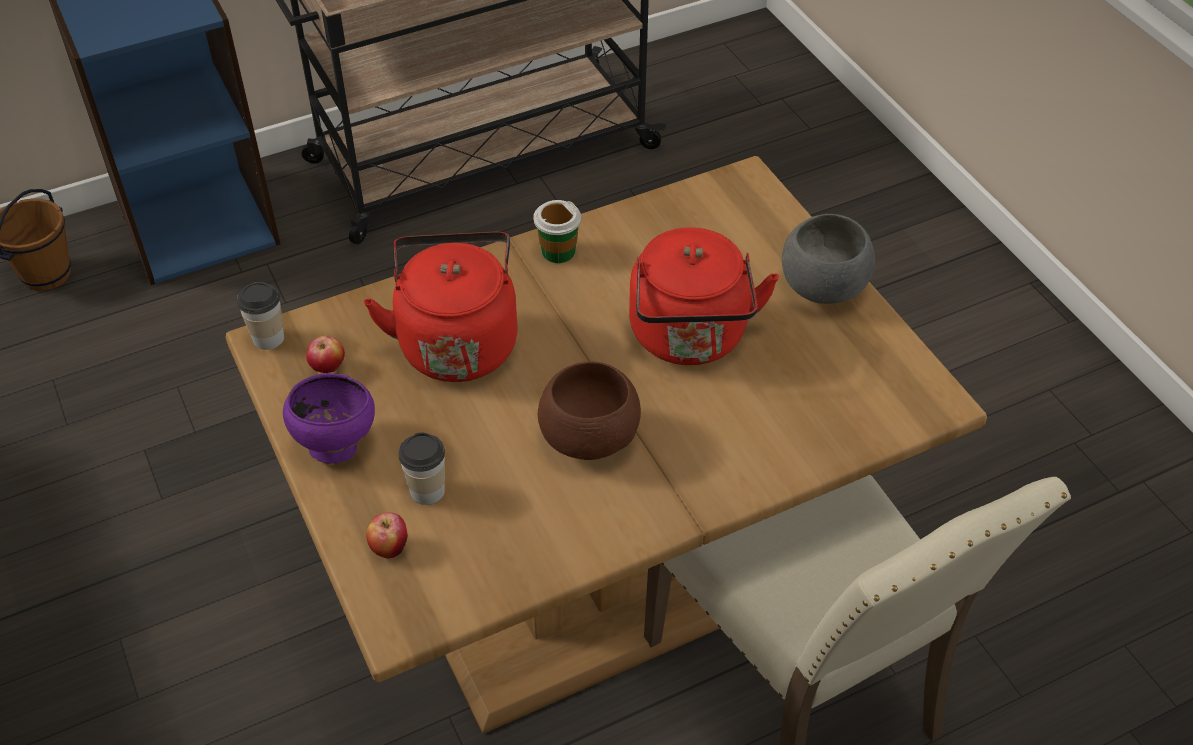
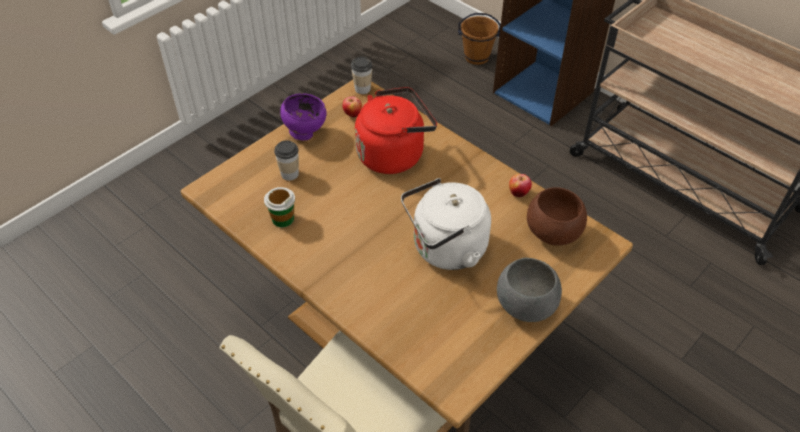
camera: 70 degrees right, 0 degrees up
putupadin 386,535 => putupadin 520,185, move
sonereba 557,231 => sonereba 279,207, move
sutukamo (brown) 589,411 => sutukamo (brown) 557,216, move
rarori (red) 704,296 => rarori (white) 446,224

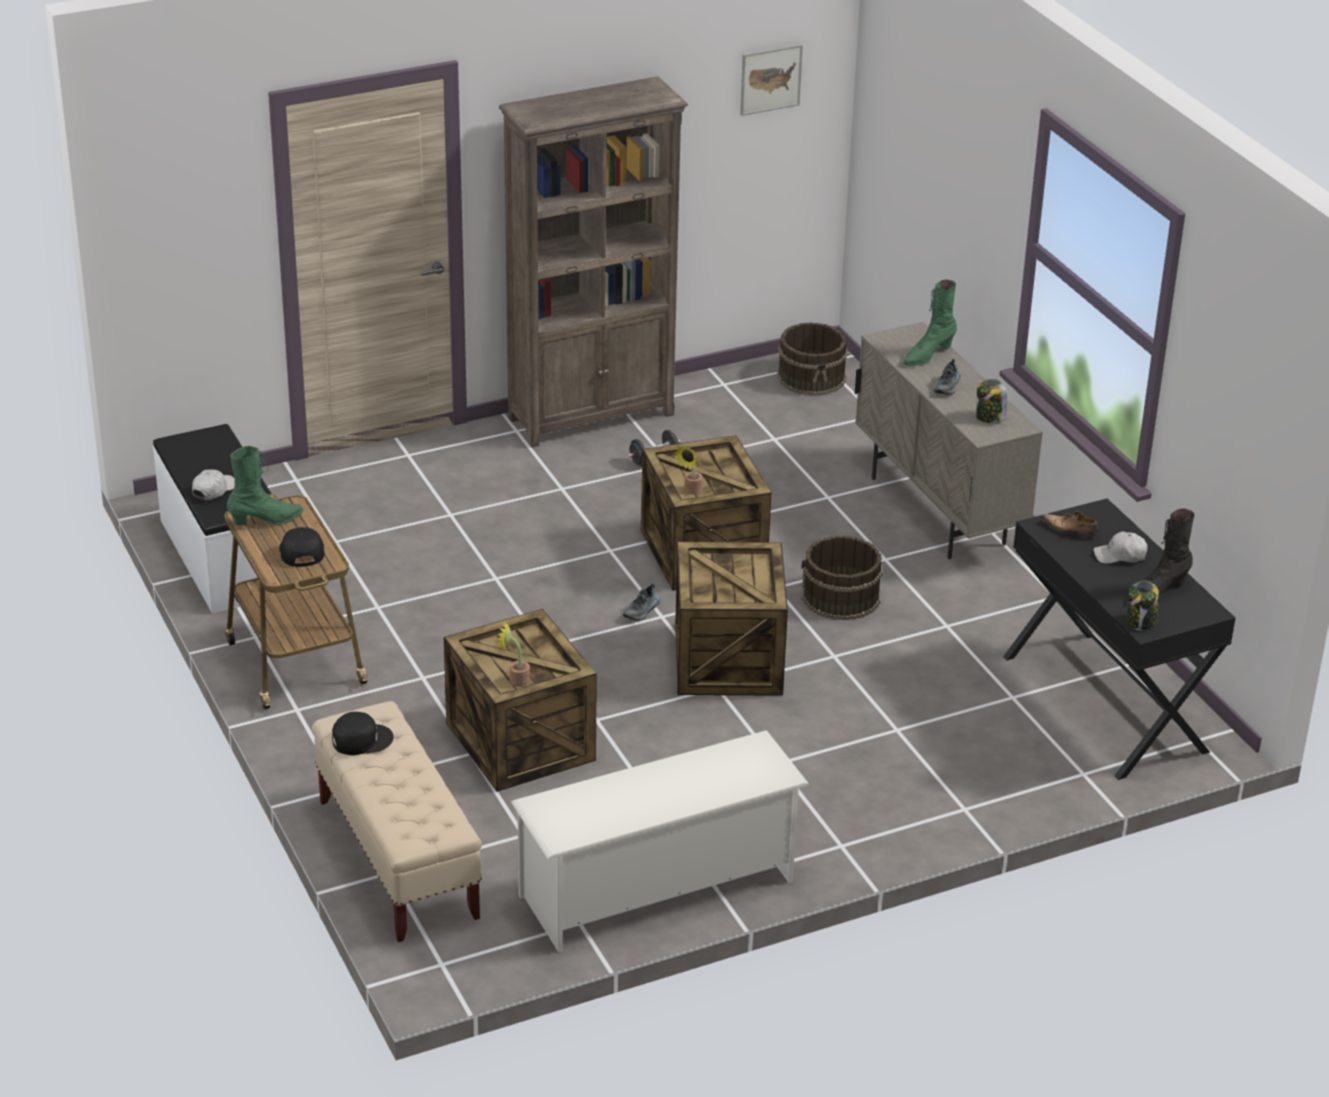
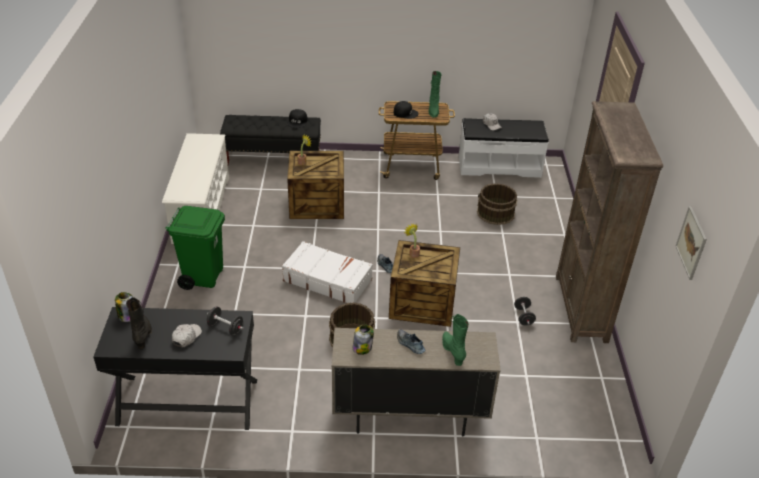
camera: 115 degrees right, 5 degrees up
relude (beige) 397,821 => relude (black) 270,140
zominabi 731,619 => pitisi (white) 327,272
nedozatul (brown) 812,359 => nedozatul (brown) 497,204, move
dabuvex 1070,525 => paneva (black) 225,321
nothing => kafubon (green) 195,248

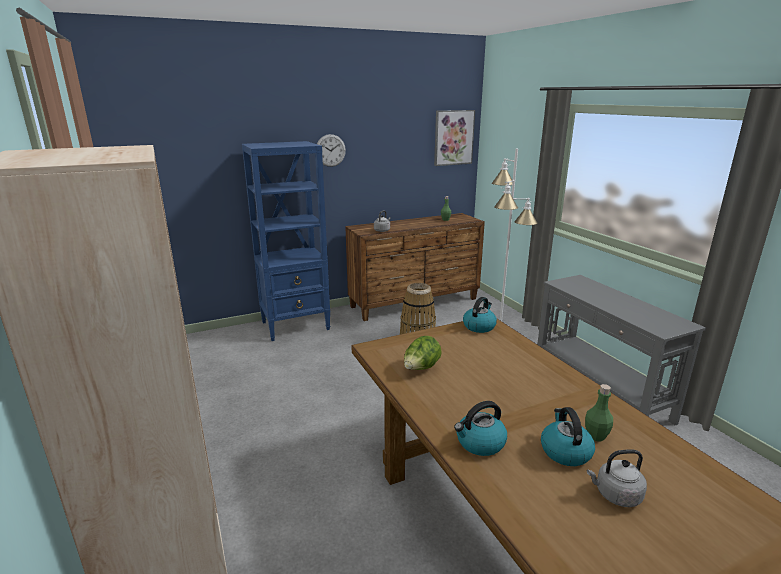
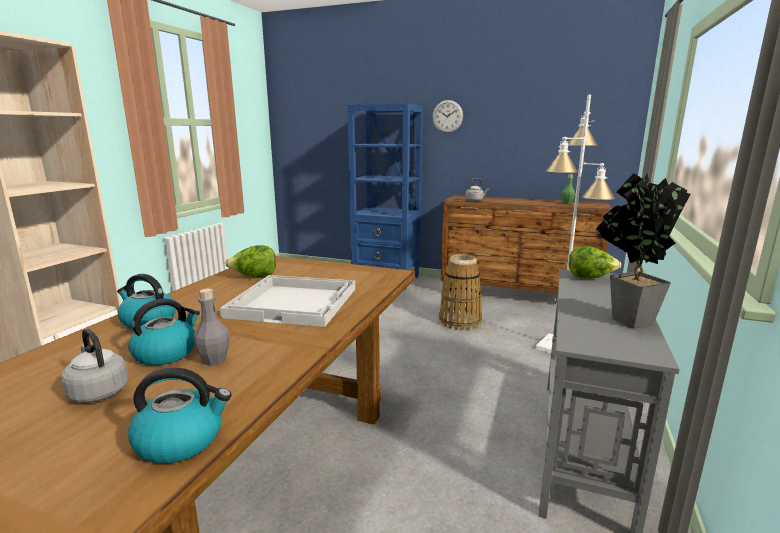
camera: 45 degrees right, 5 degrees down
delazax 454,138 => nothing
rarori 480,315 => rarori 179,415, move
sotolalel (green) 599,413 => sotolalel (grey) 211,327
nothing => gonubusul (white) 287,301
nothing => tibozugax 595,262
nothing => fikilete 643,250

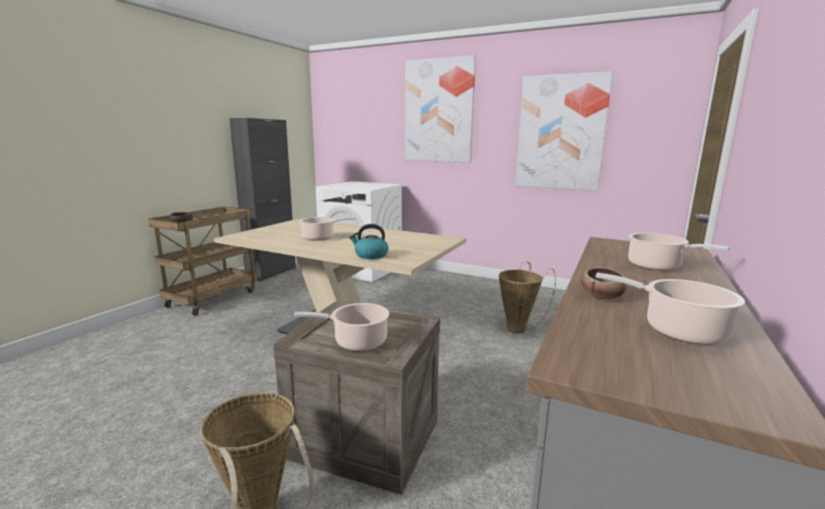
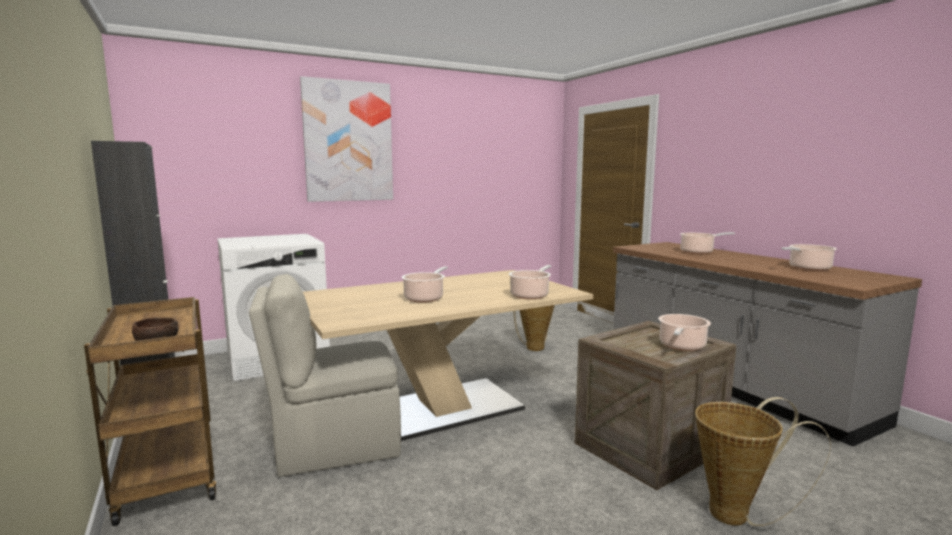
camera: 55 degrees left, 5 degrees down
rarori 369,241 => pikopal 530,282
delazax 564,131 => nothing
sutukamo 604,283 => nothing
nothing => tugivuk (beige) 325,375

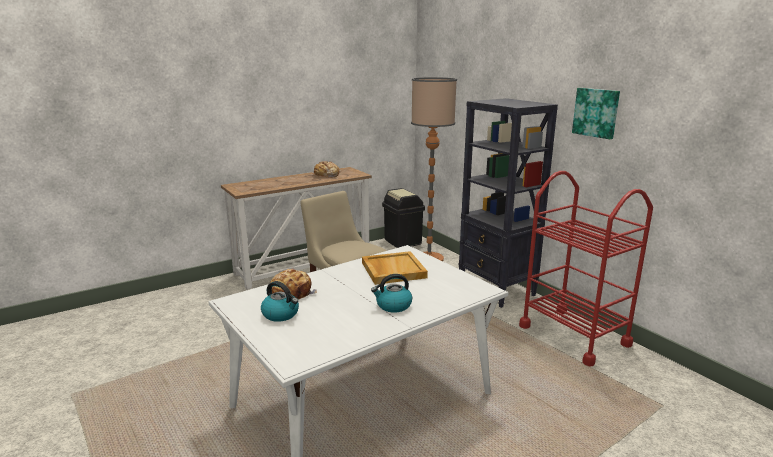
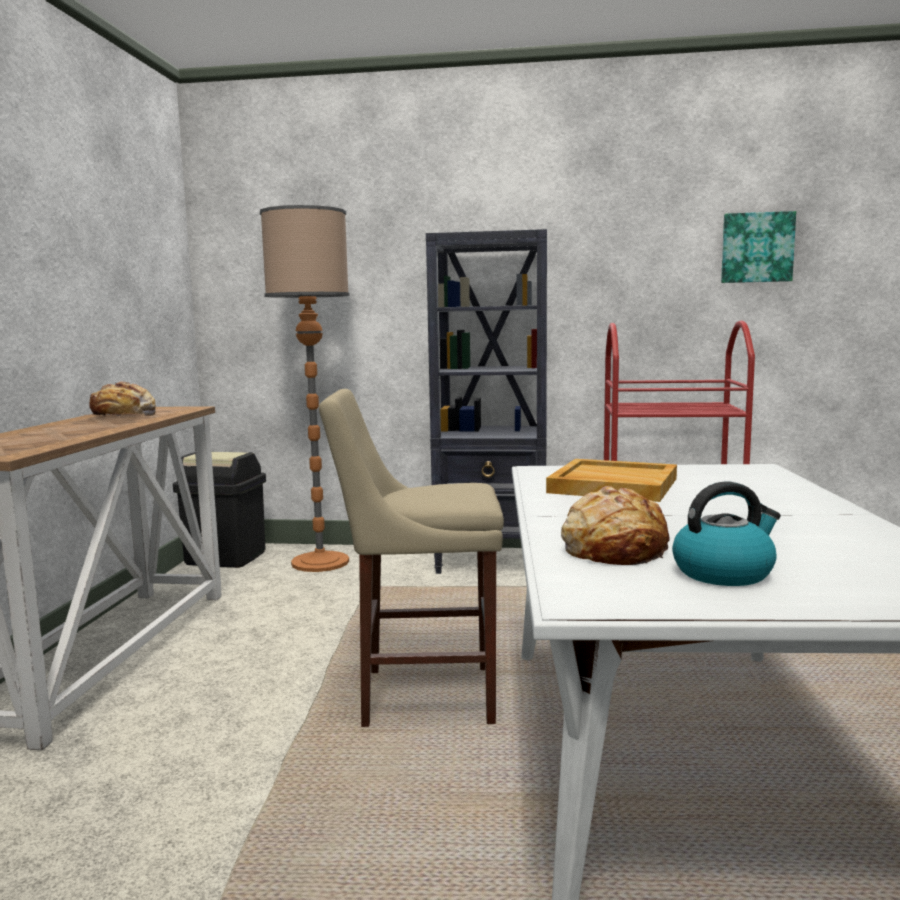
camera: 50 degrees left, 10 degrees down
rarori 391,293 => nothing
delazax 596,113 => delazax 758,247, move

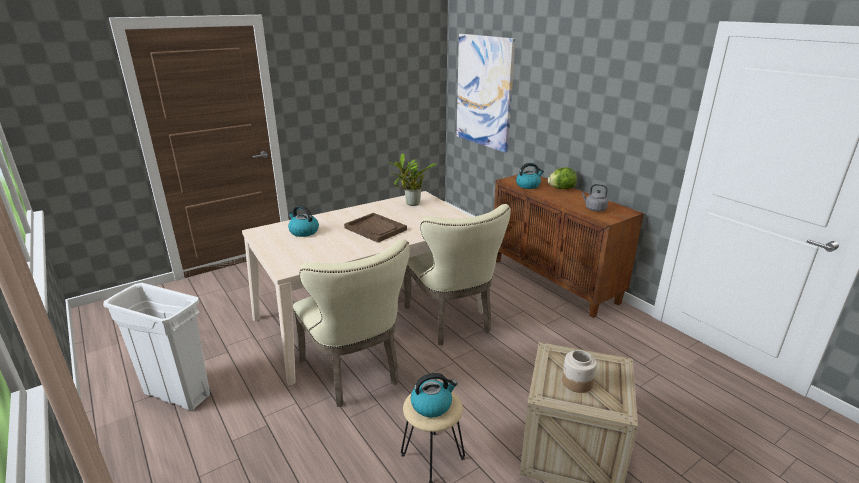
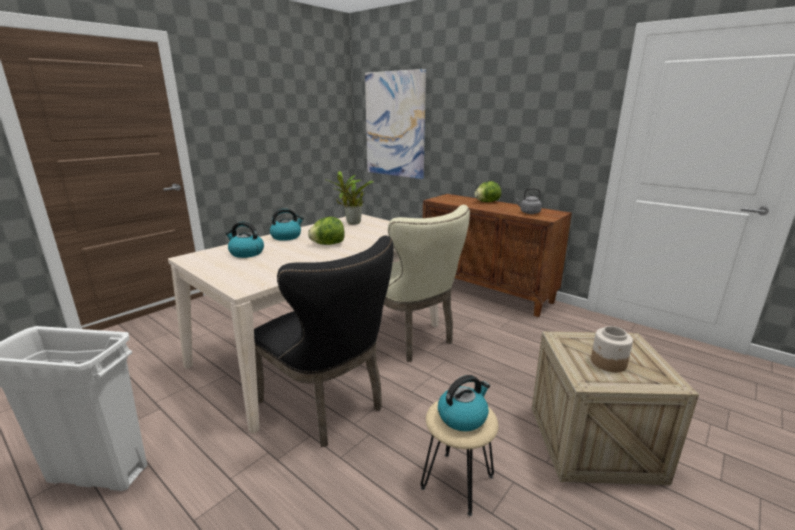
camera: 15 degrees left, 5 degrees down
tugivuk (beige) 351,323 => tugivuk (black) 324,341
gonubusul (brown) 375,228 => tibozugax 326,231
rarori 530,176 => rarori 287,224, move

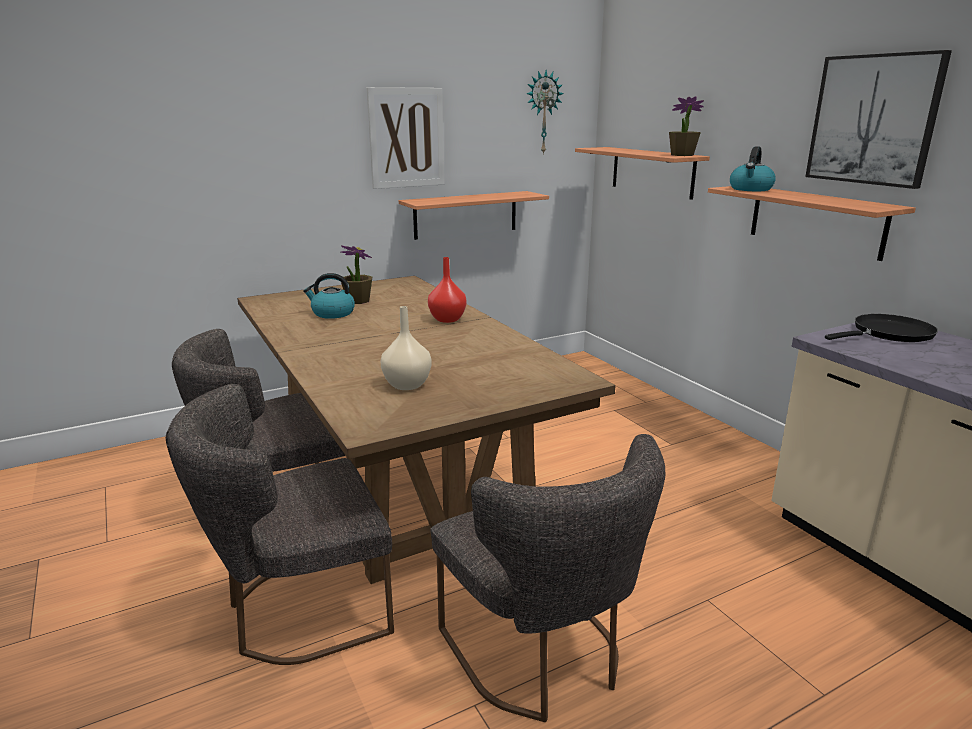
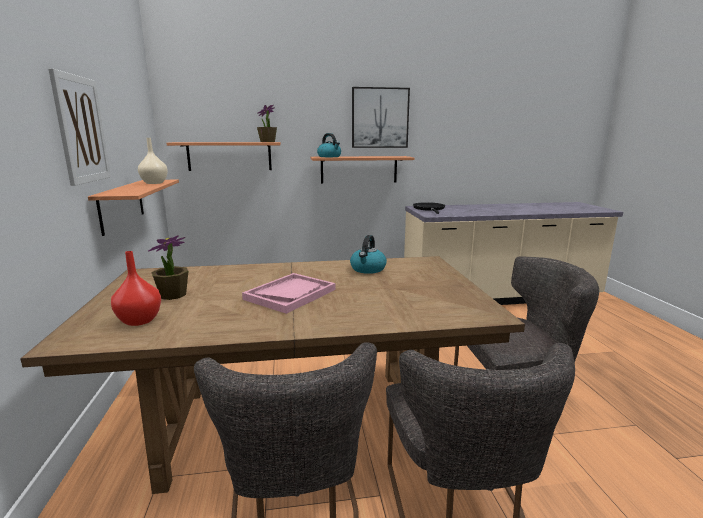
camera: 70 degrees left, 5 degrees down
rarori 329,296 => rarori 368,254, move
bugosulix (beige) 406,348 => bugosulix (beige) 153,161, move
bugosulix (red) 447,290 => bugosulix (red) 136,288, move
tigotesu 544,112 => nothing
nothing => gonubusul (pink) 288,293

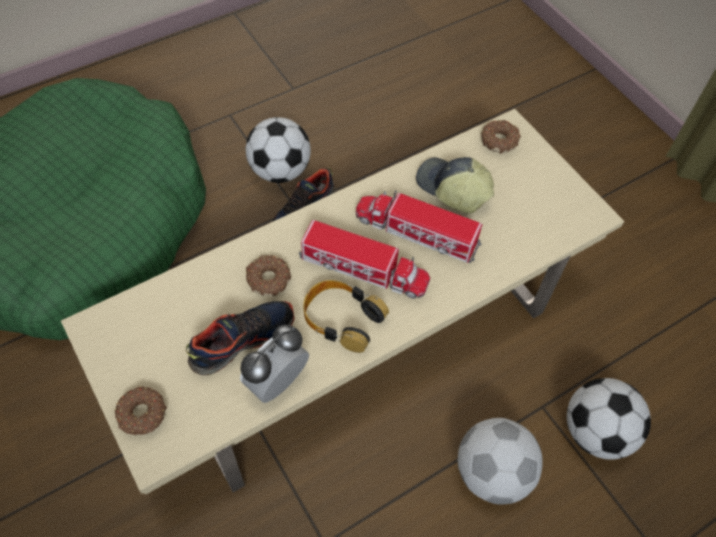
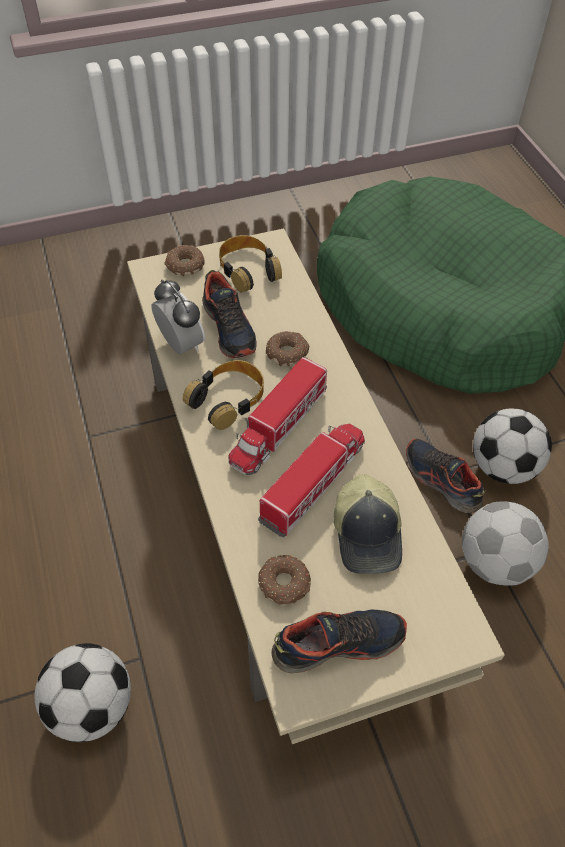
camera: 105 degrees right, 5 degrees down
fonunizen 455,185 => fonunizen 368,524, 120 degrees clockwise
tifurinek 500,461 => tifurinek 505,543, move
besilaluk 501,136 => besilaluk 284,580, move
nothing => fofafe 250,263
nothing => dabuvex 339,642

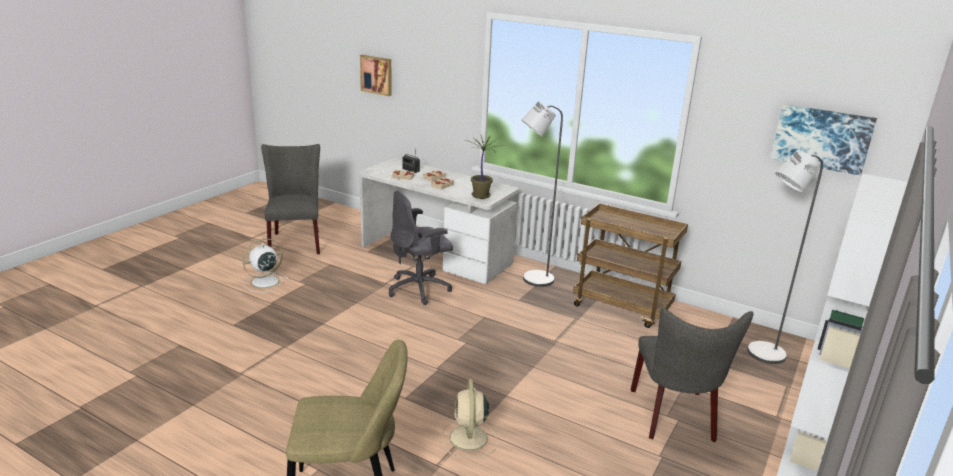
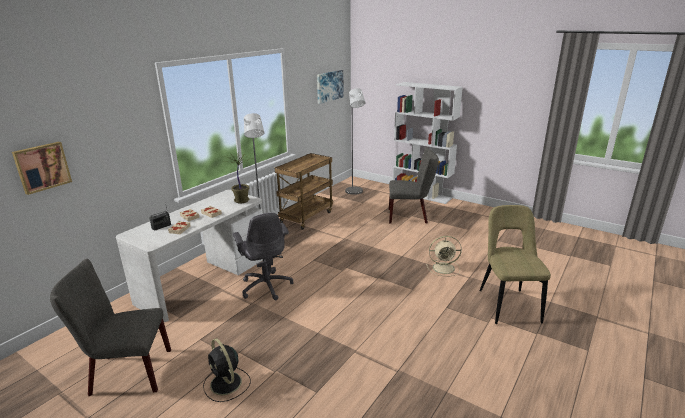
camera: 85 degrees left, 0 degrees up
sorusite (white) 266,265 => sorusite (black) 227,370

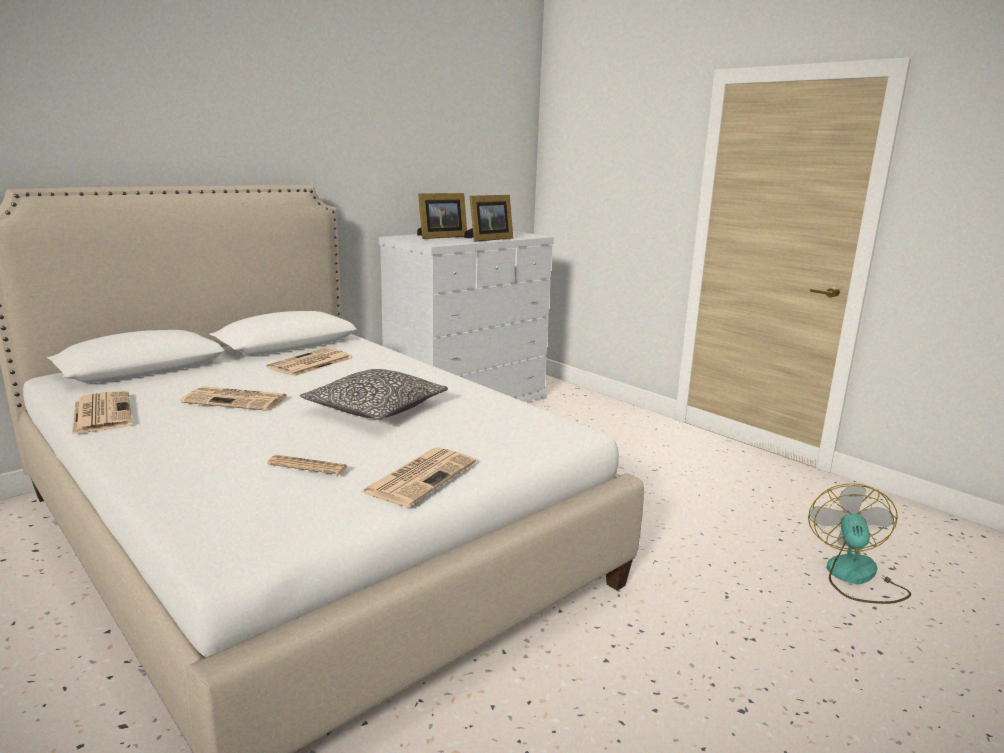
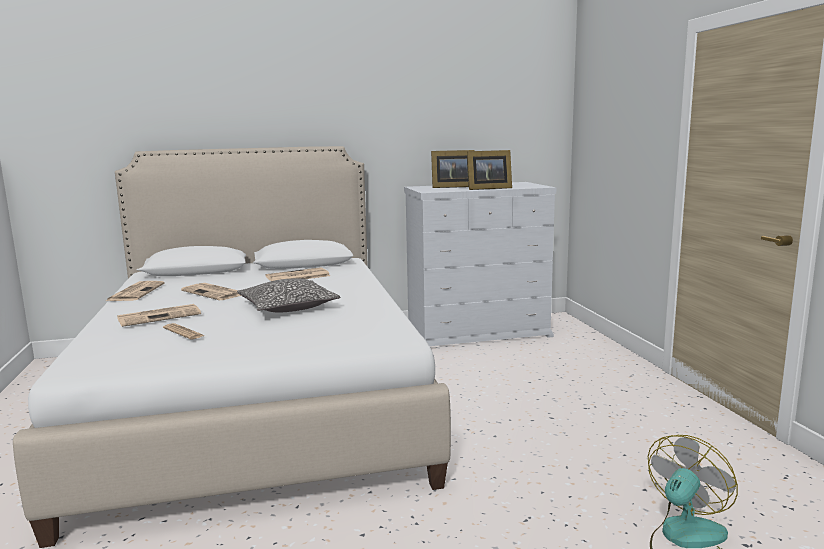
camera: 30 degrees right, 5 degrees down
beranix 418,477 => beranix 159,315, move

